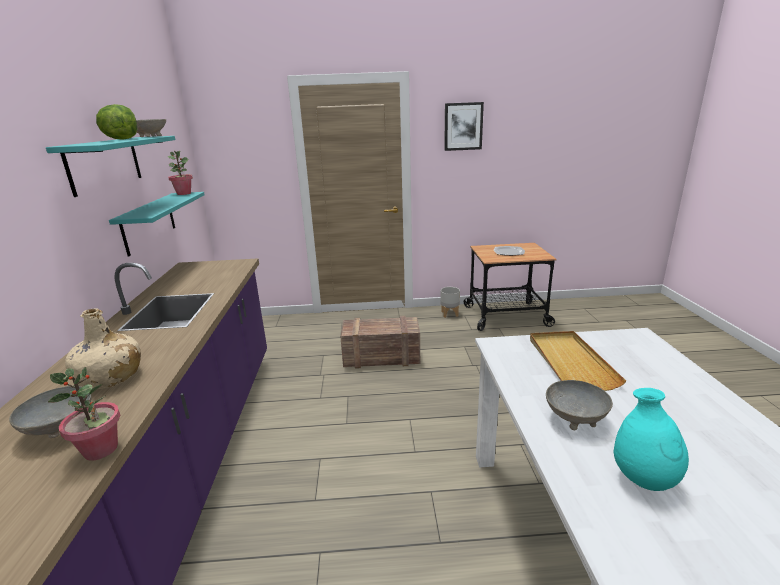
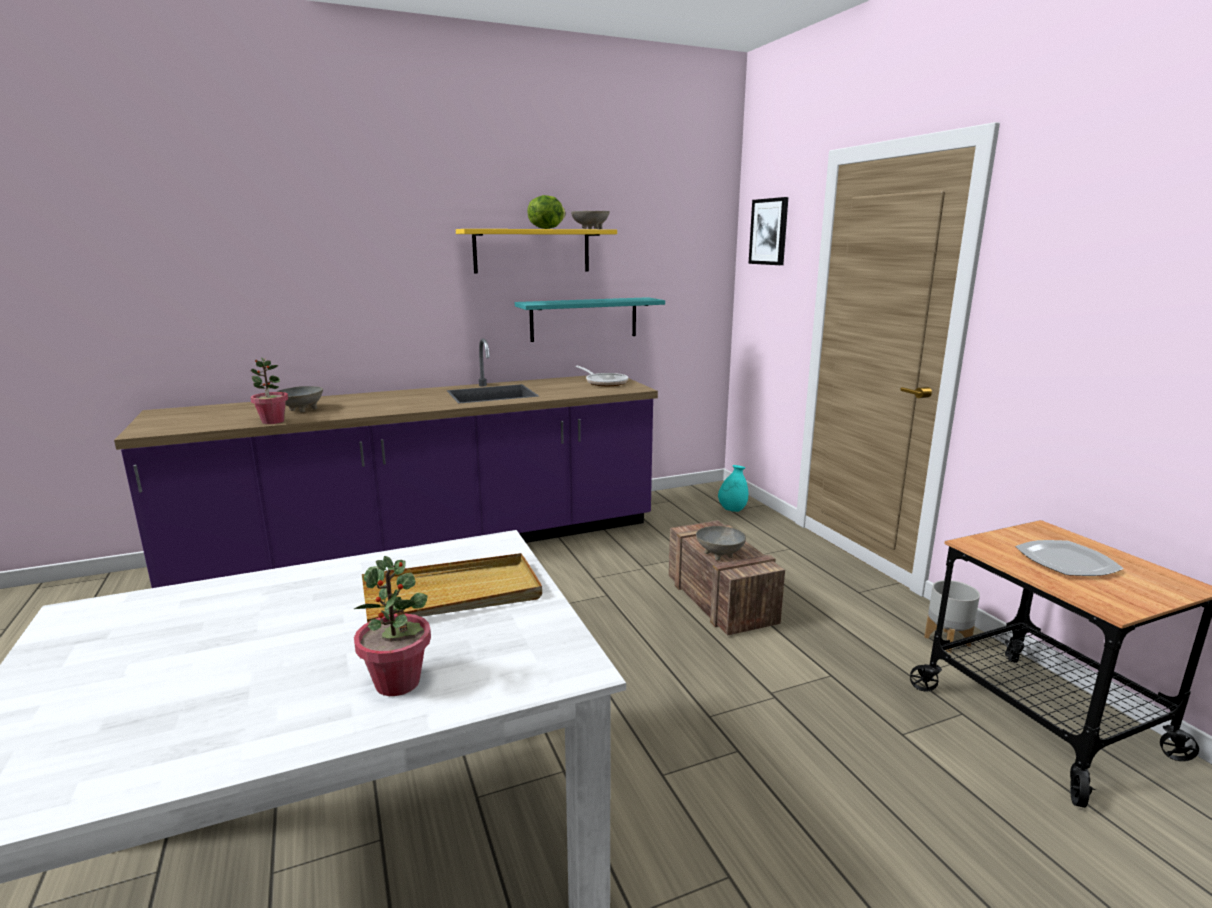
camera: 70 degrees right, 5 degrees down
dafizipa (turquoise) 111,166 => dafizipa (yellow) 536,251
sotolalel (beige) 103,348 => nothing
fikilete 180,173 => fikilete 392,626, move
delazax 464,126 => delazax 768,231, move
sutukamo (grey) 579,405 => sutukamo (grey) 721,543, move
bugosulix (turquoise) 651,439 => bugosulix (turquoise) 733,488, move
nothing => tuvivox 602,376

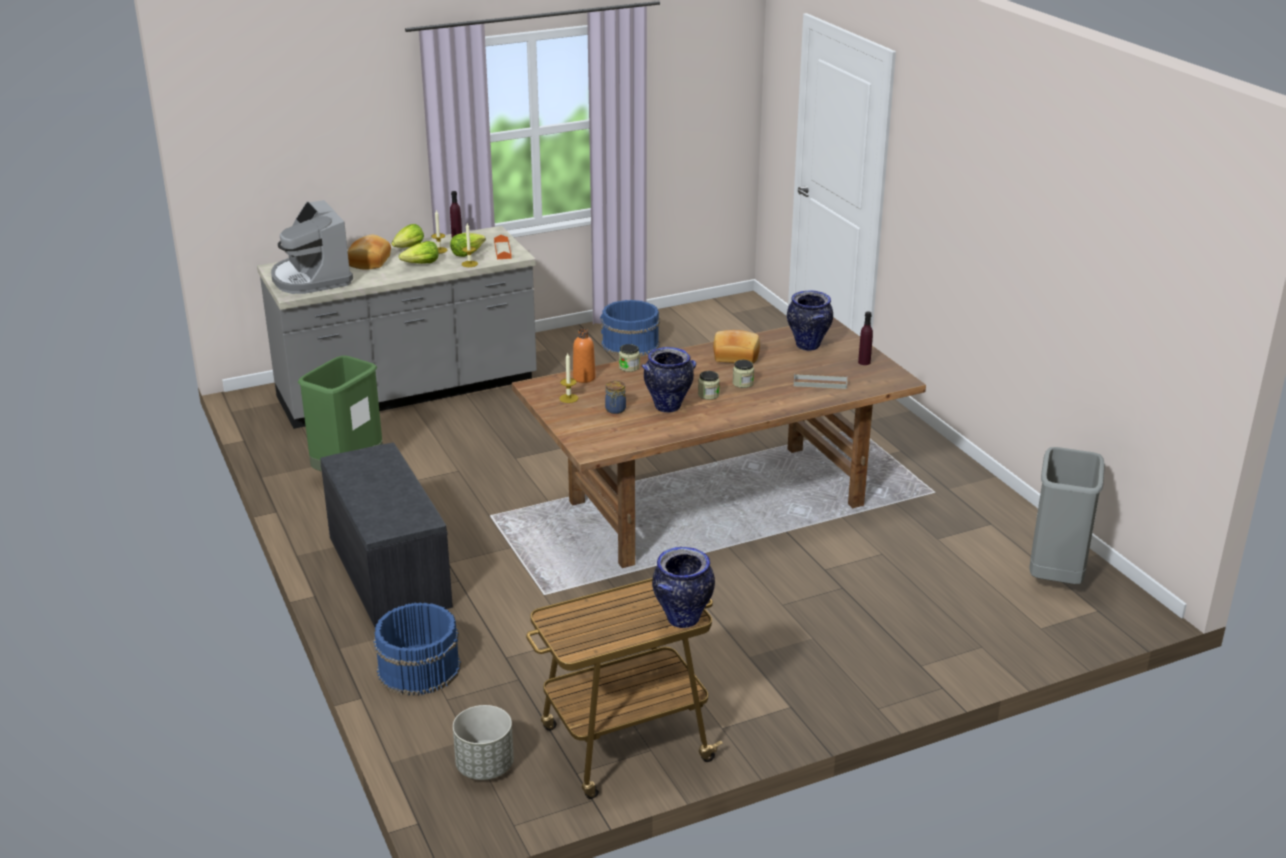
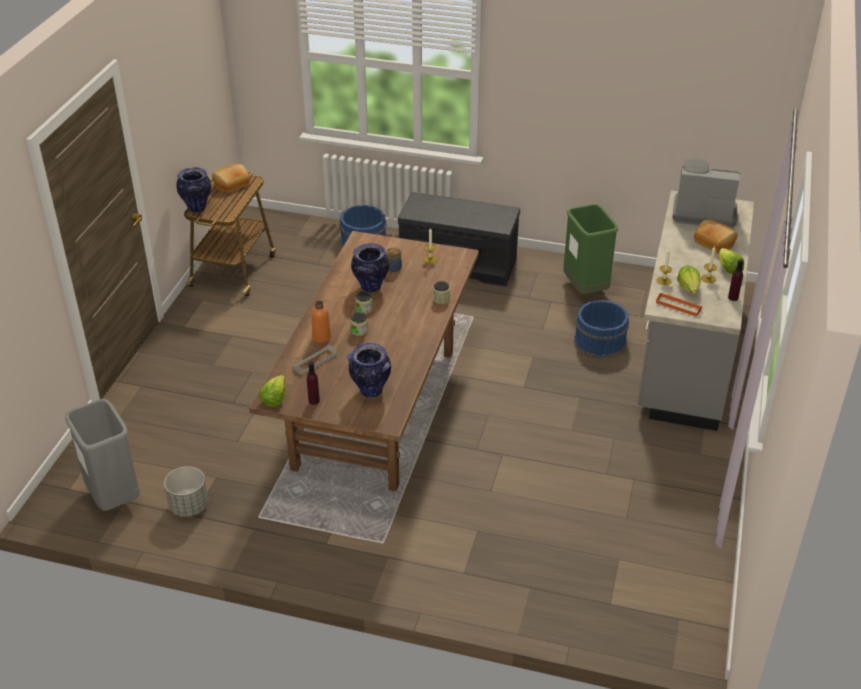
camera: 130 degrees right, 10 degrees up
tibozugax 418,252 => tibozugax 272,391, move
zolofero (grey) 483,742 => zolofero (grey) 186,491, move
sotolalel (orange) 584,356 => sotolalel (orange) 321,322, move
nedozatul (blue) 630,328 => nedozatul (blue) 601,329, move
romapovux 736,347 => romapovux 231,178, move

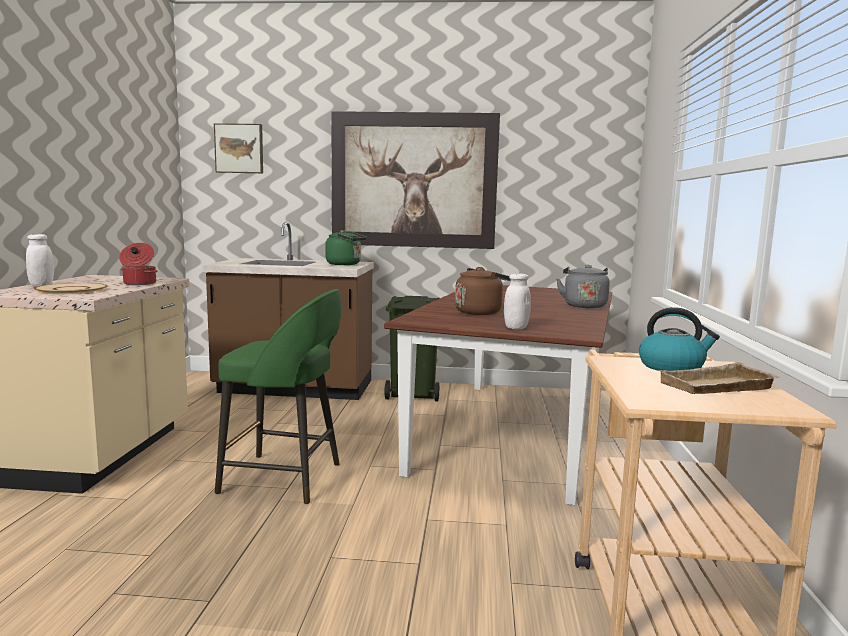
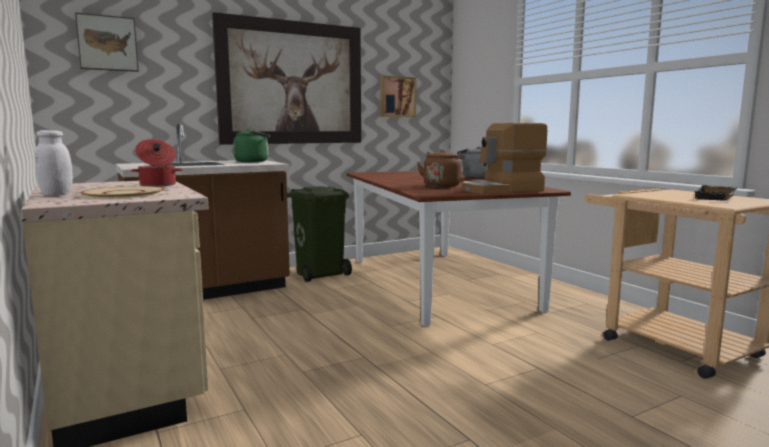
camera: 35 degrees left, 0 degrees up
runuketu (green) 278,396 => nothing
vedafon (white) 517,301 => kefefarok 504,158
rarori 679,339 => nothing
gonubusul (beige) 719,378 => gonubusul (black) 715,193
nothing => delazax 398,96

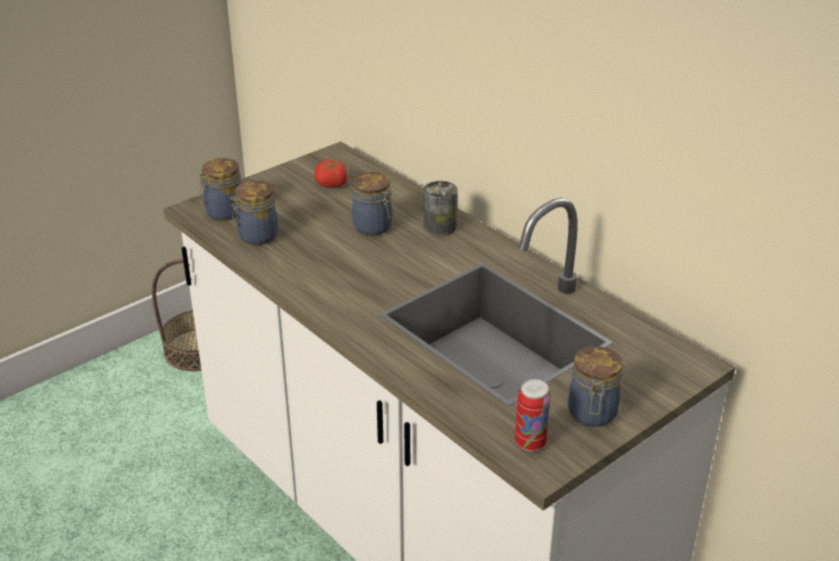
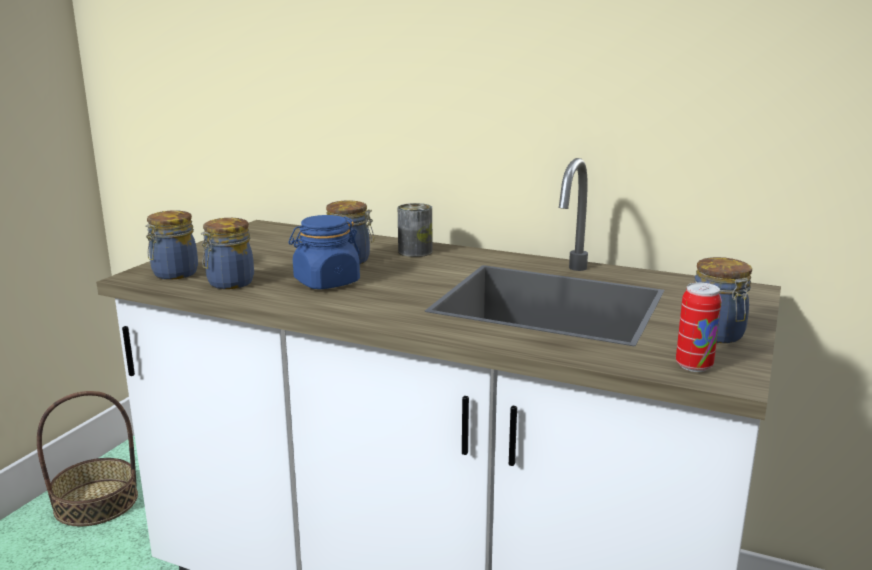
camera: 25 degrees left, 15 degrees down
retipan 331,173 => nothing
nothing => vedafon (blue) 324,252

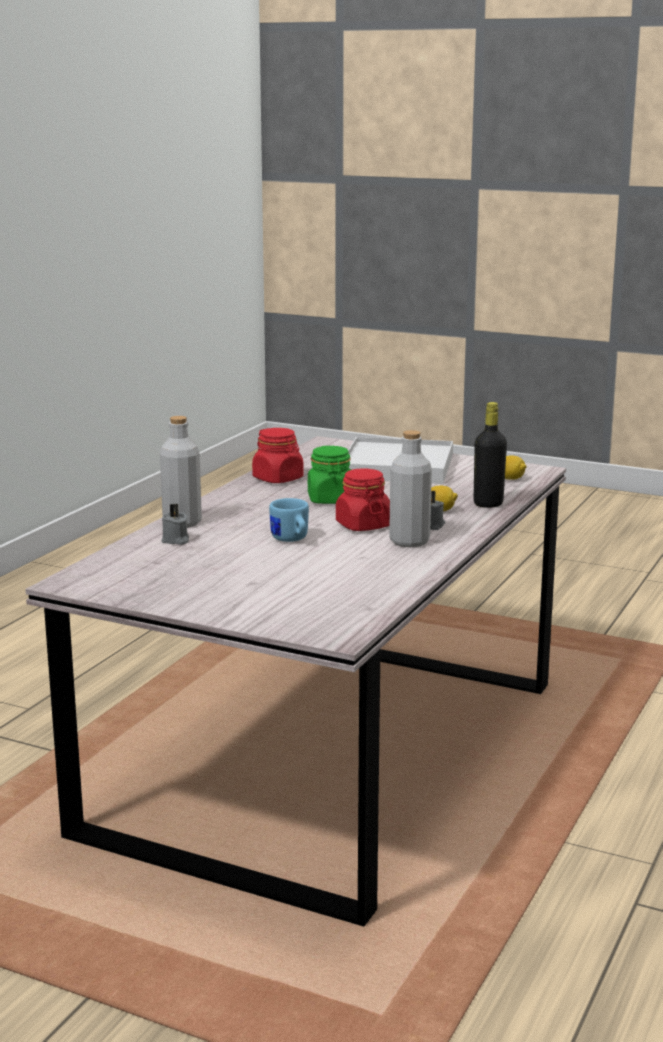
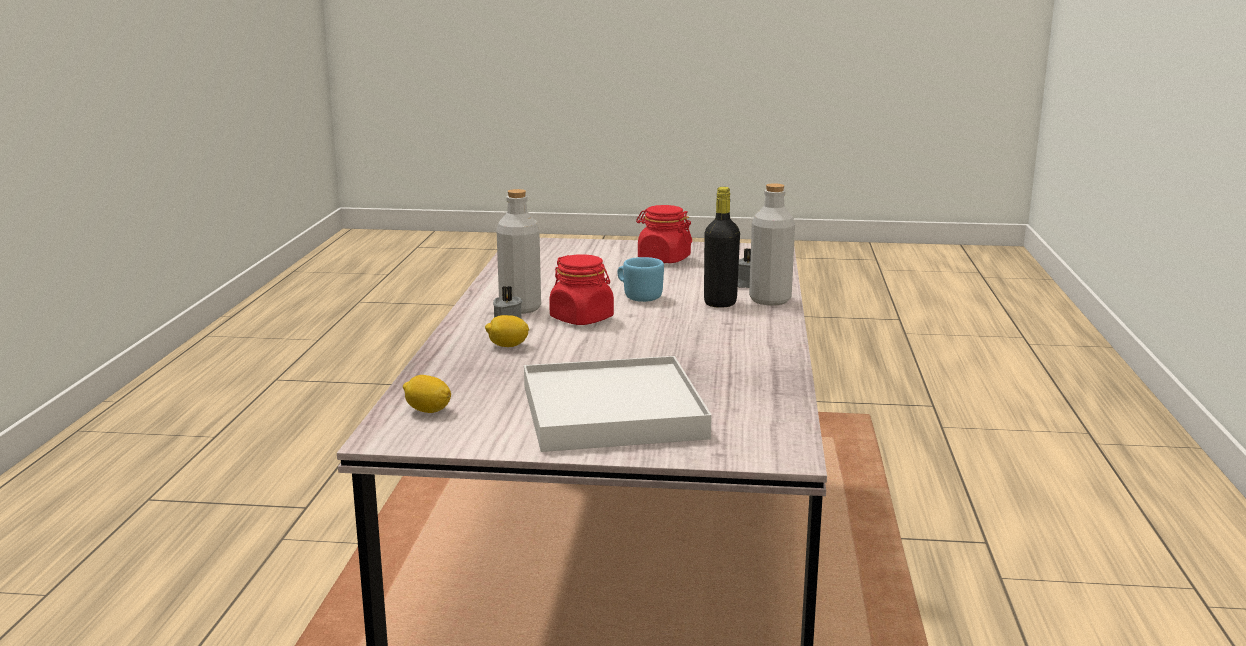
camera: 160 degrees right, 0 degrees up
vedafon (red) 278,455 => vedafon (red) 664,234, move
vedafon (green) 329,475 => nothing
sotolalel (black) 490,455 => sotolalel (black) 722,247, move

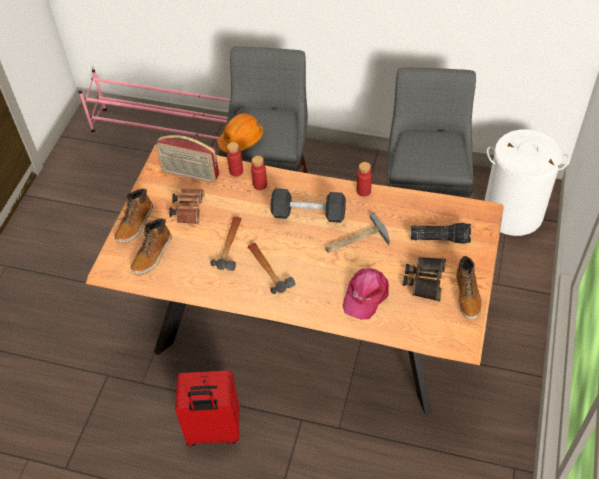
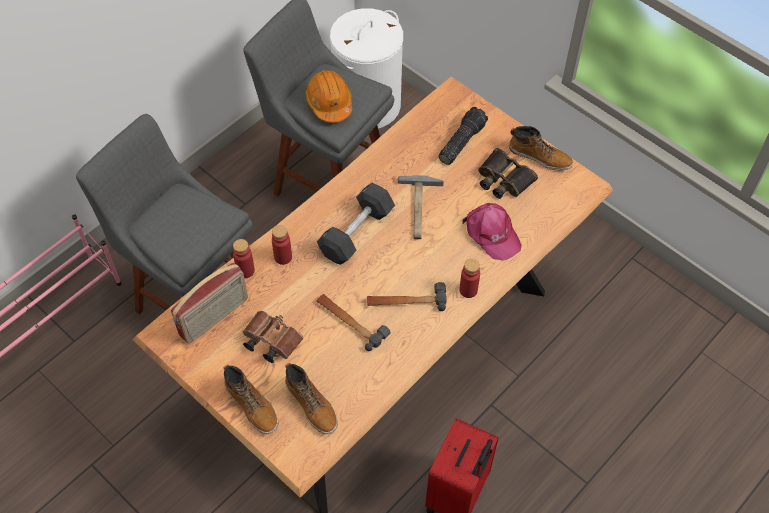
camera: 65 degrees left, 5 degrees up
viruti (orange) 240,133 => viruti (orange) 328,96, move
sotolalel (red) 364,179 => sotolalel (red) 469,278, move

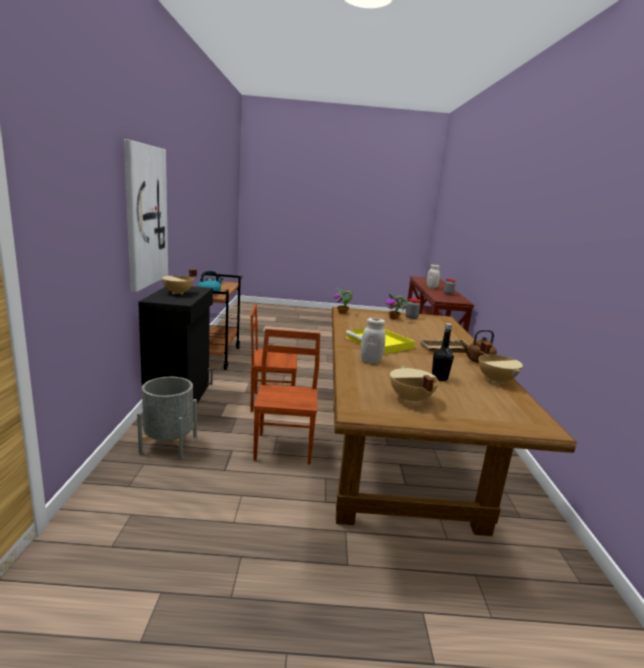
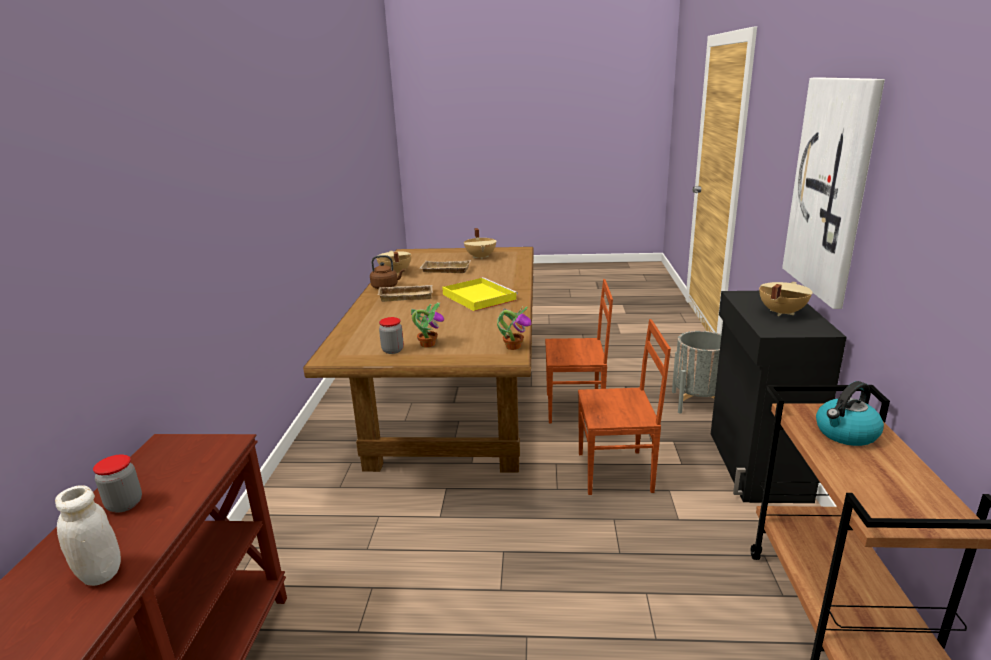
camera: 175 degrees left, 5 degrees up
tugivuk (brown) 286,397 => tugivuk (brown) 579,351, 90 degrees counterclockwise
vedafon (white) 373,340 => nothing
sotolalel (black) 443,352 => gonubusul (beige) 445,266

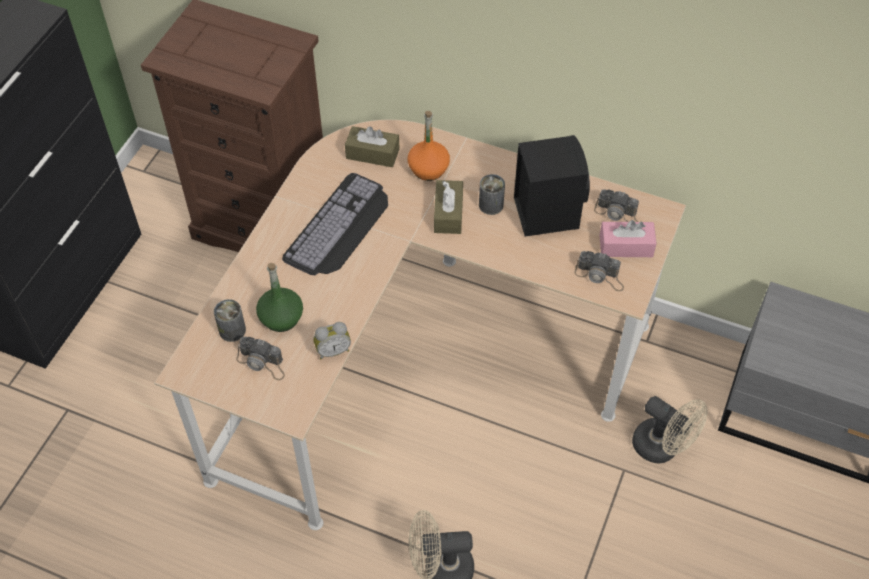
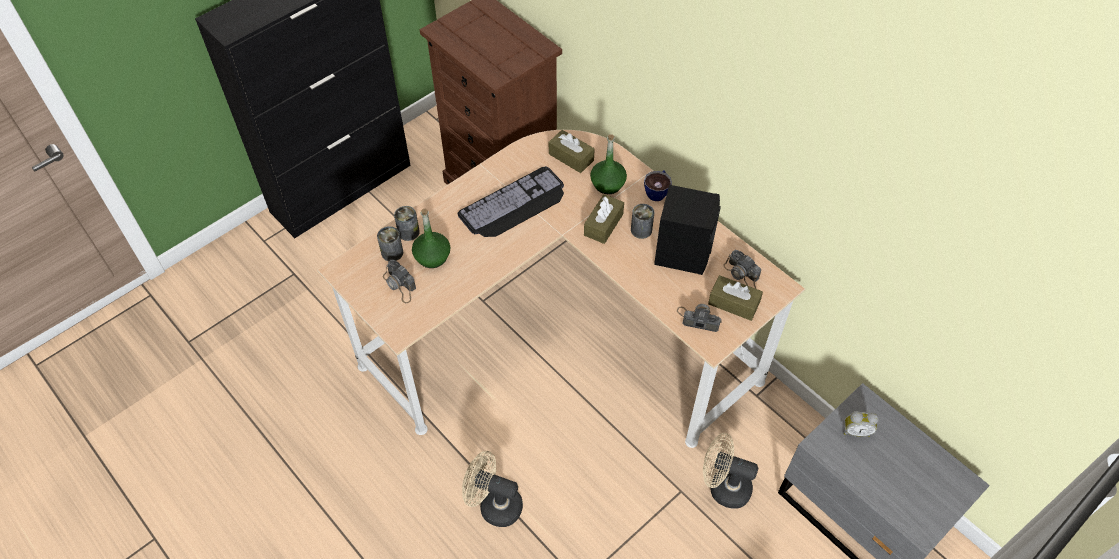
camera: 25 degrees right, 0 degrees up
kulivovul 332,341 => kulivovul 861,424, move
sotolalel (orange) 429,146 => sotolalel (green) 608,164
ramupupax 599,271 => ramupupax 699,318, 150 degrees clockwise
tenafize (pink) 628,238 => tenafize (brown) 735,298
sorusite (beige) 669,429 => sorusite (beige) 730,471, 135 degrees clockwise
nothing => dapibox 407,223
nothing => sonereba 658,185

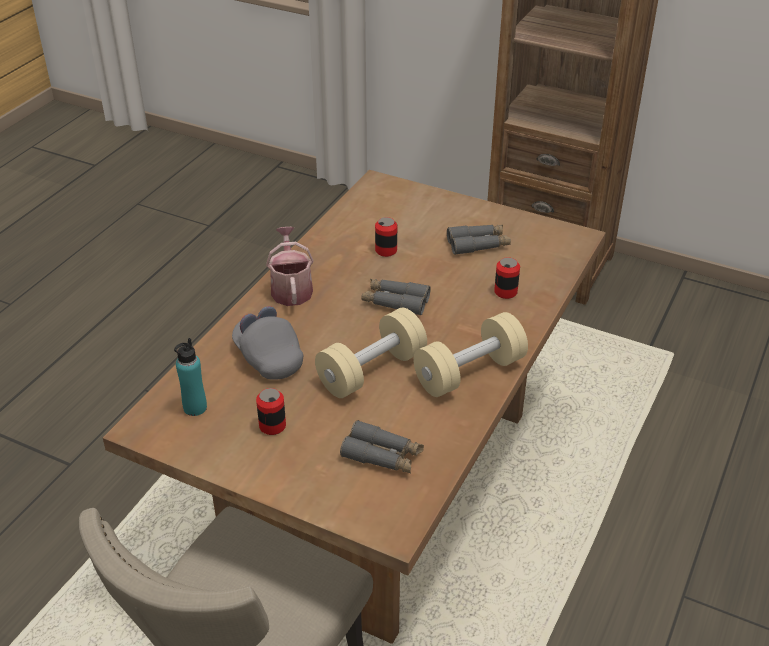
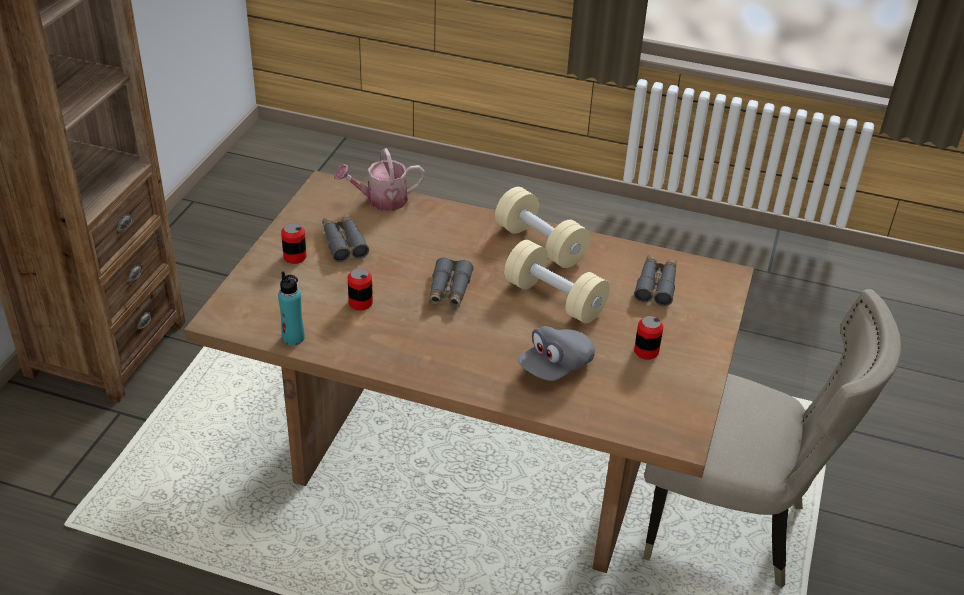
camera: 100 degrees left, 0 degrees up
sotolalel (turquoise) 190,377 => sotolalel (turquoise) 291,308, move
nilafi 290,266 => nilafi 380,179, move
dapibox 507,278 => dapibox 294,243, move

